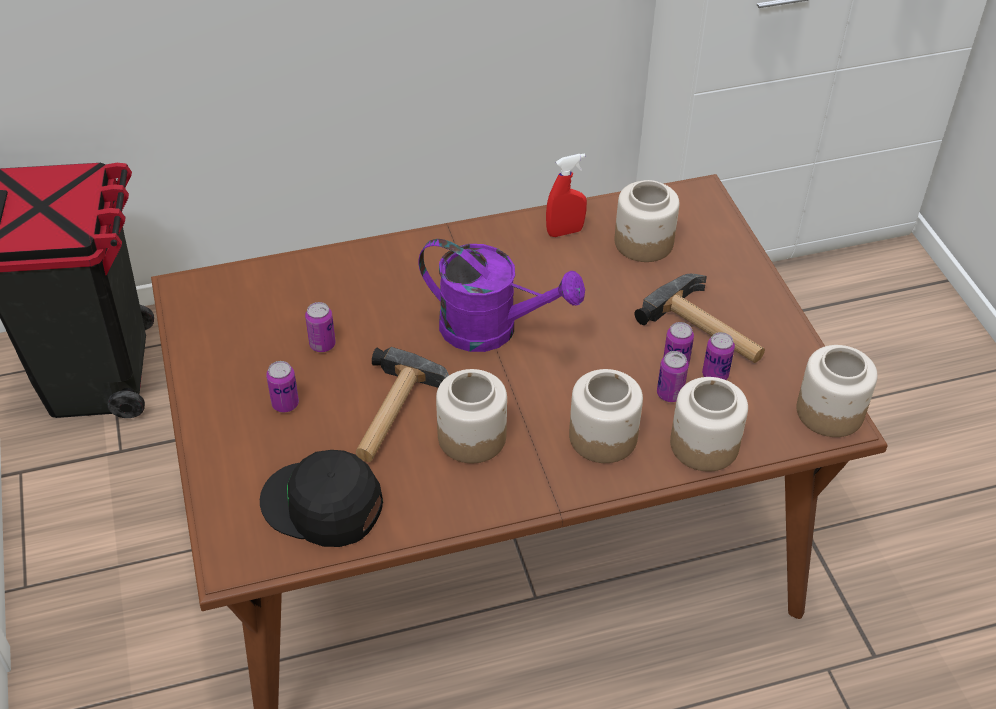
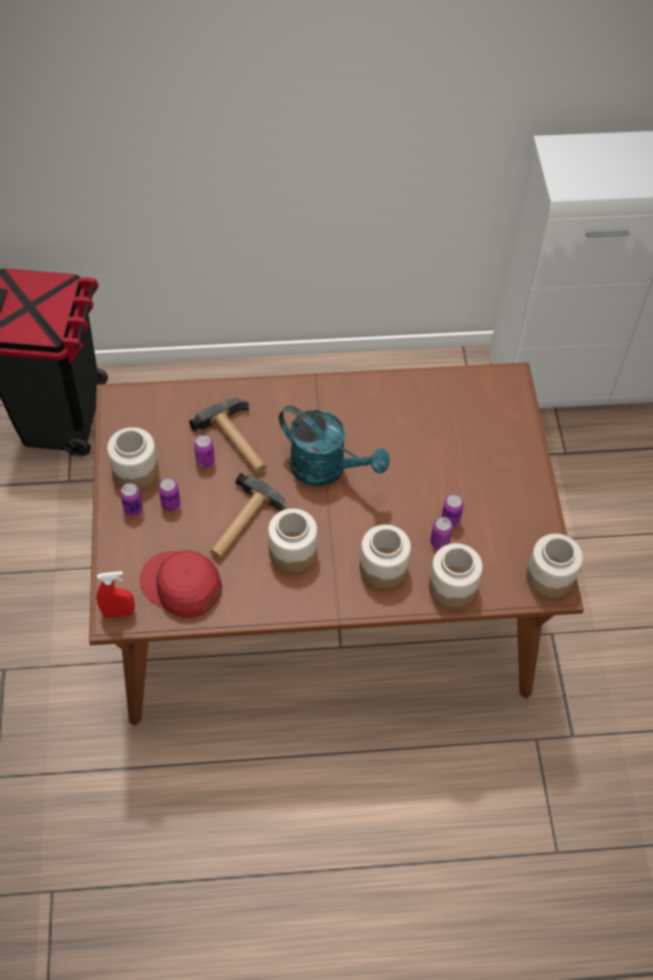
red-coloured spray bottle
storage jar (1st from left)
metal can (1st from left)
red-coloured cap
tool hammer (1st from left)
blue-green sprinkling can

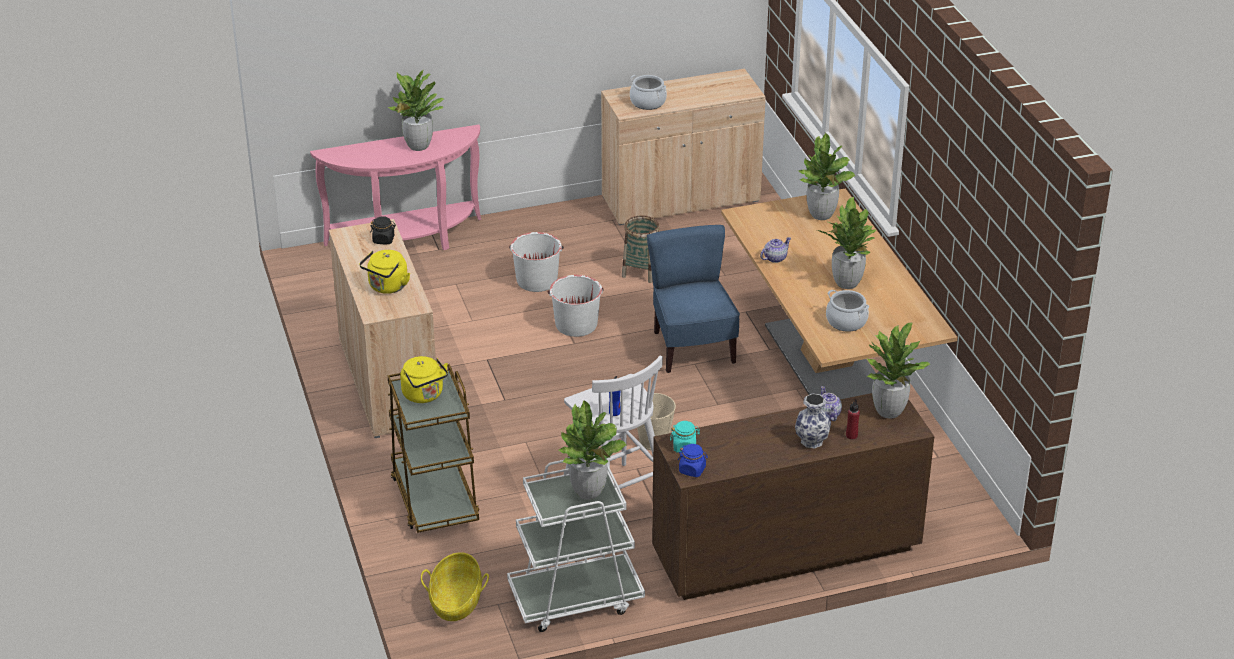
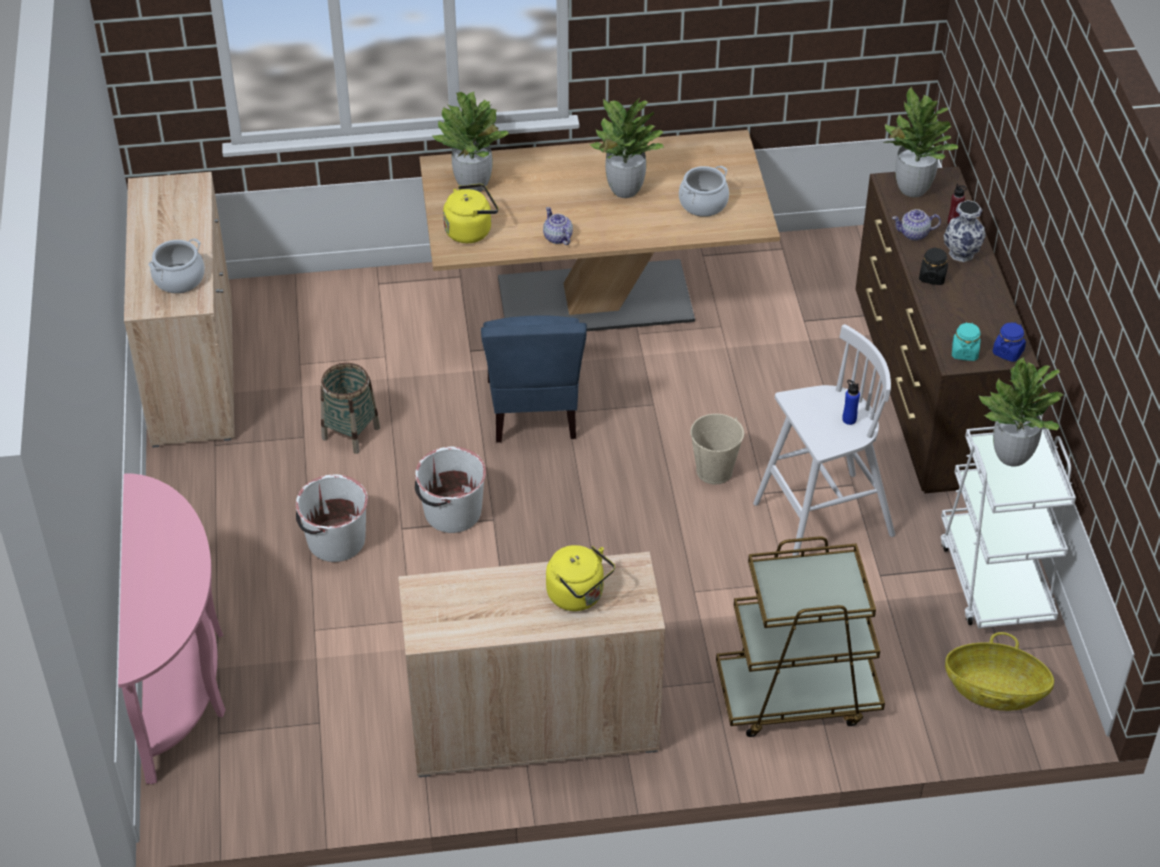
yellow tea kettle (1st from left)
blue plain chair
blackish storage jar
houseplant (1st from left in the first image)

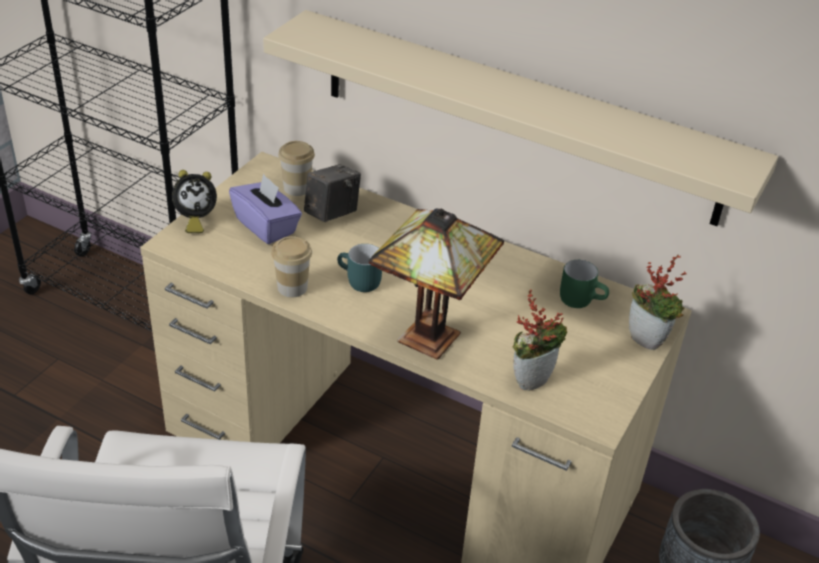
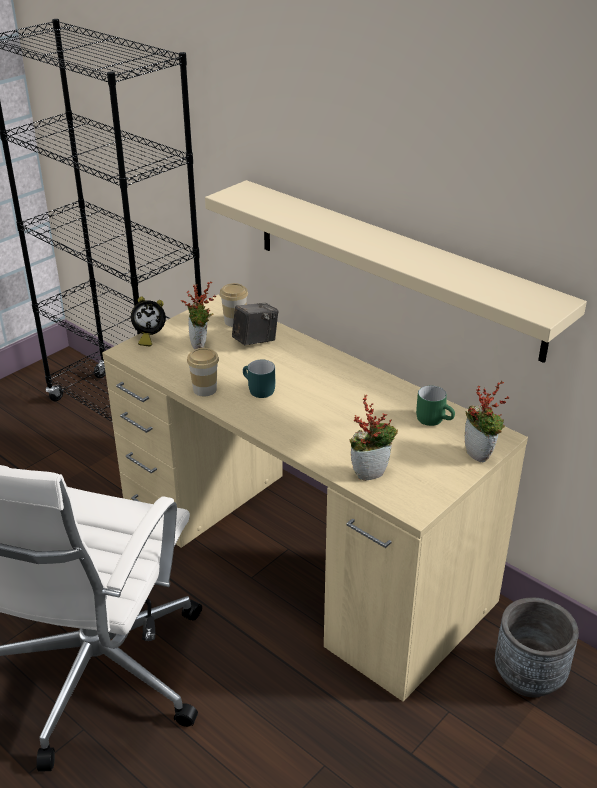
houseplant (1st from left)
table lamp

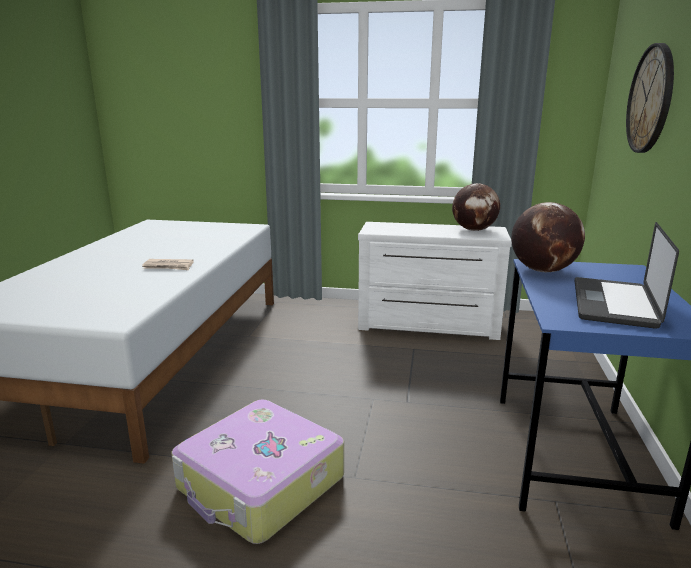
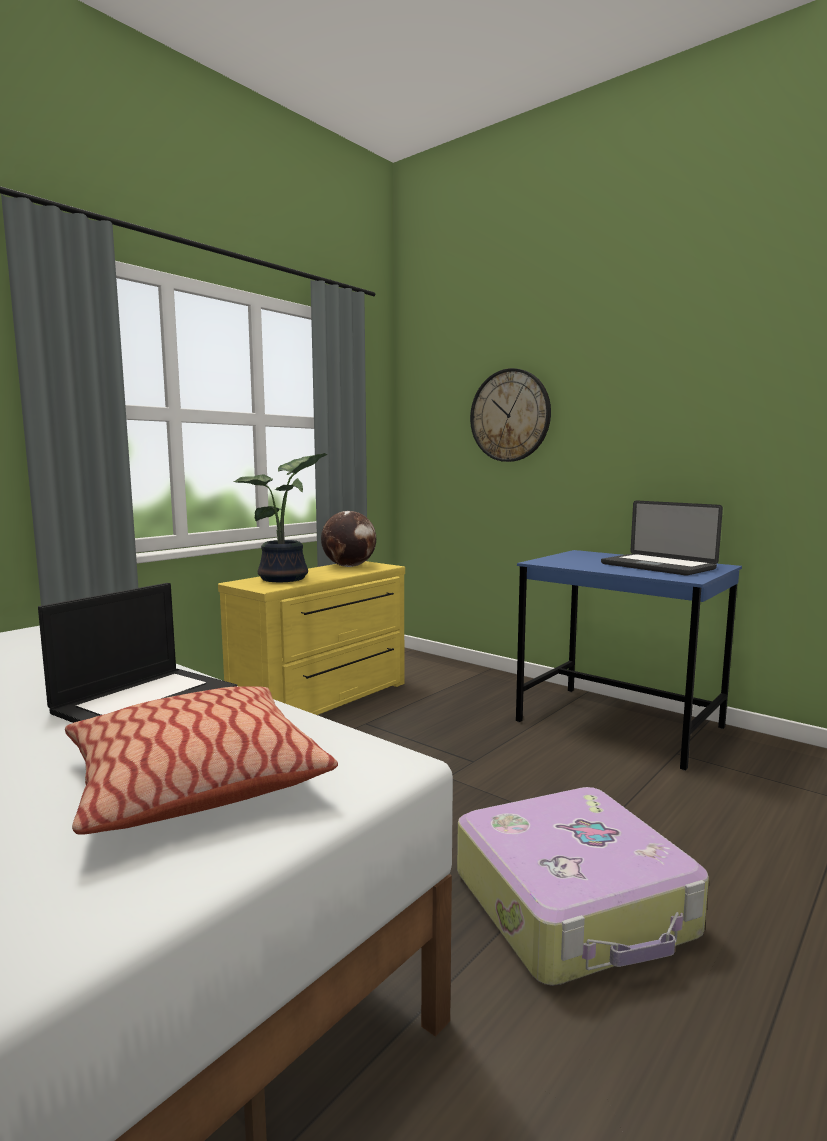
notebook computer (1st from left)
throw pillow
yellow dresser
houseplant
desk globe (2nd from left in the first image)

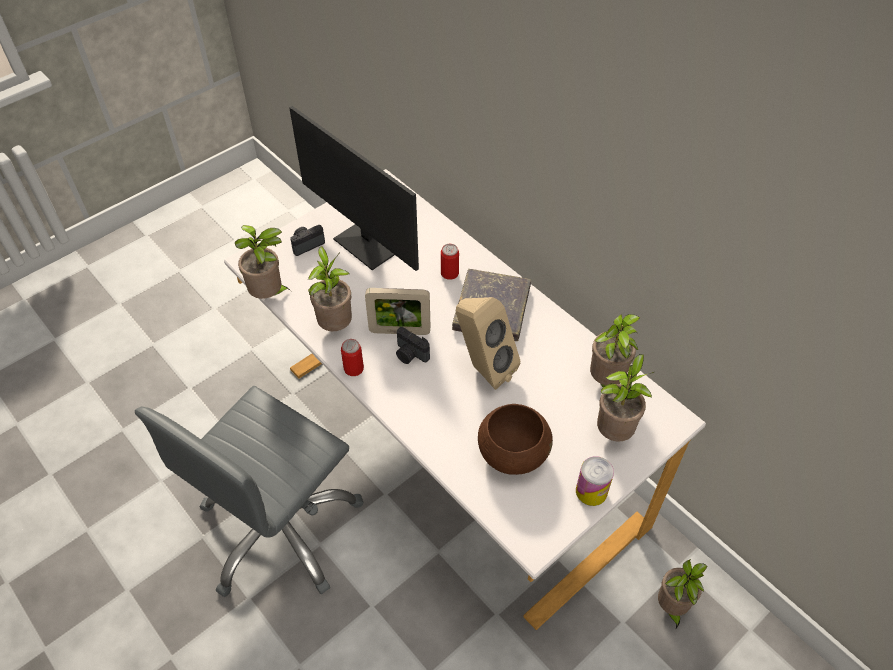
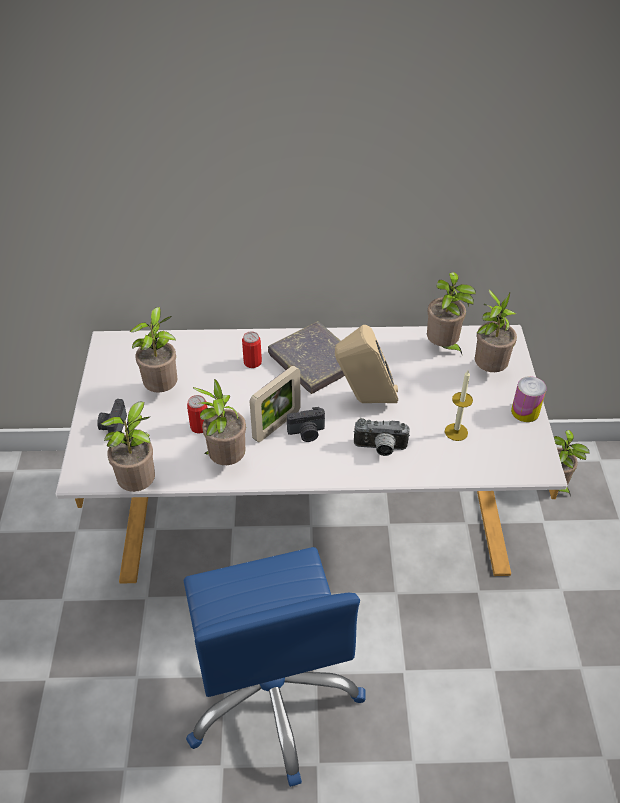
houseplant (2nd from left)
blue computer chair
metal can (1st from left)
photo camera (3rd from left)
candle

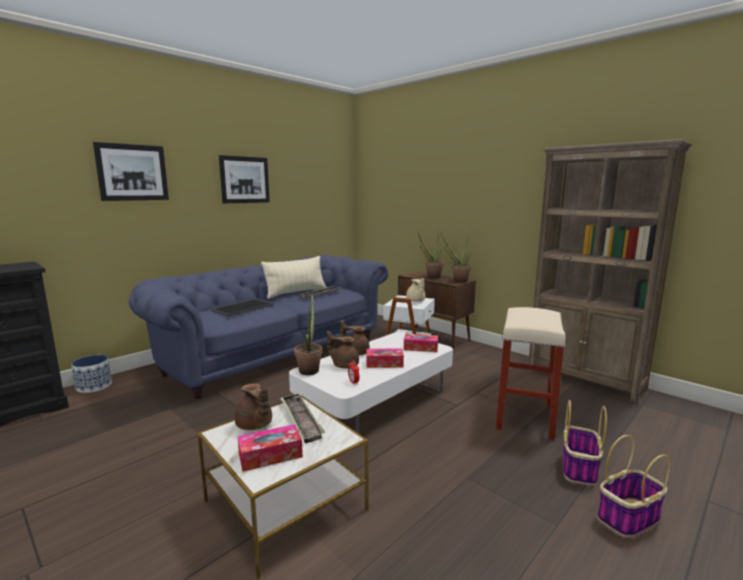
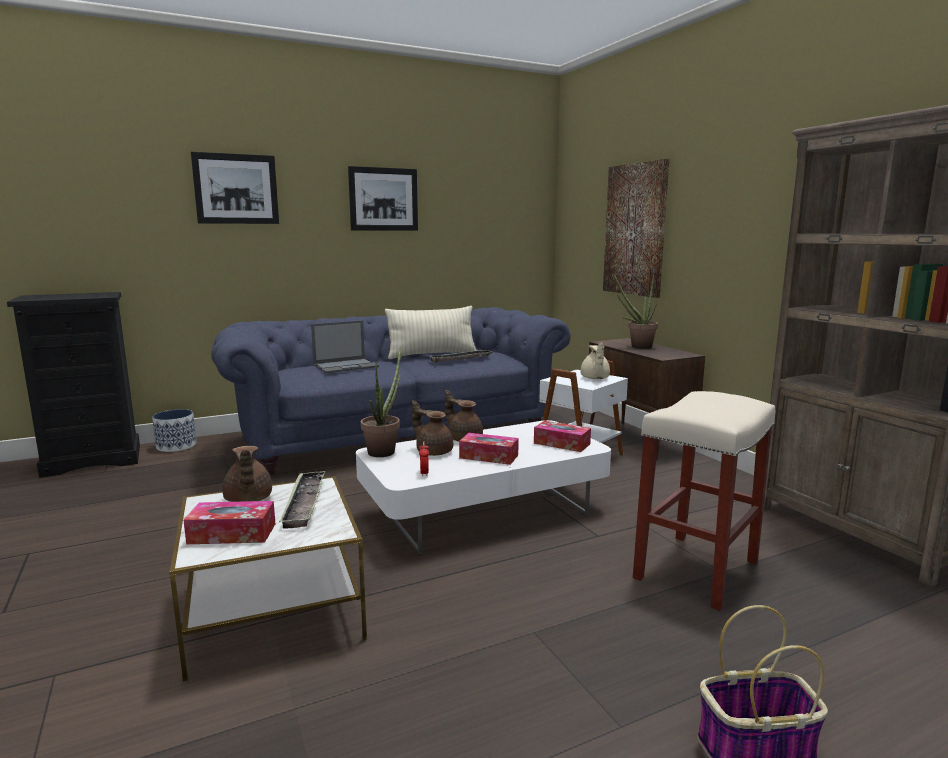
notebook computer
picture (3rd from left)
houseplant (3rd from left in the first image)
household basket (1st from left in the first image)

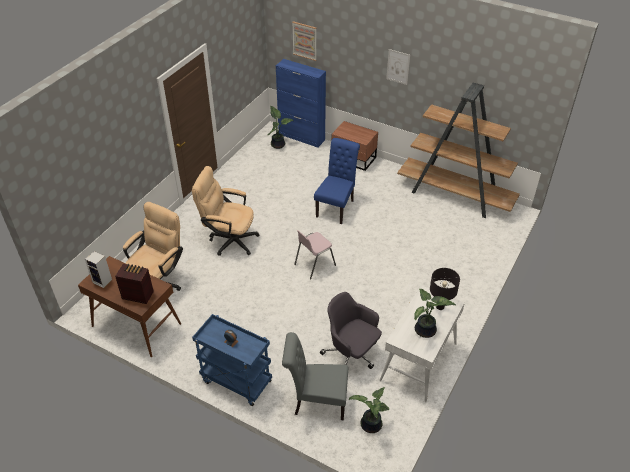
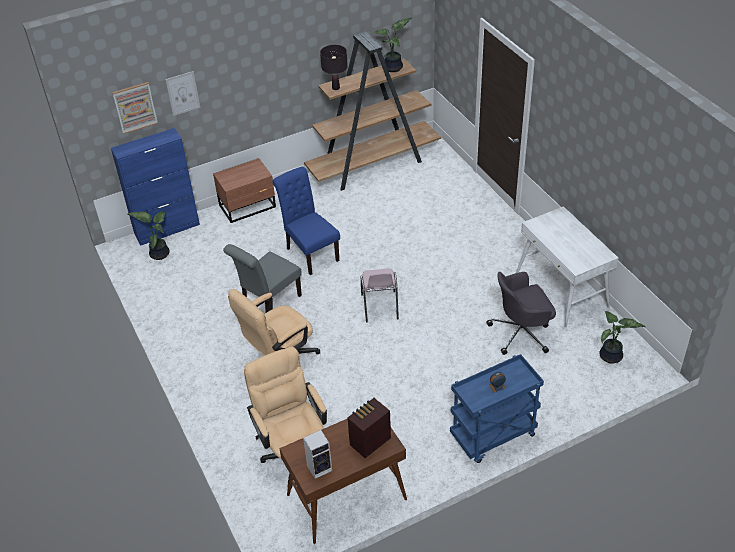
picture (2nd from left)
grey plain chair
blackish table lamp
houseplant (2nd from left)

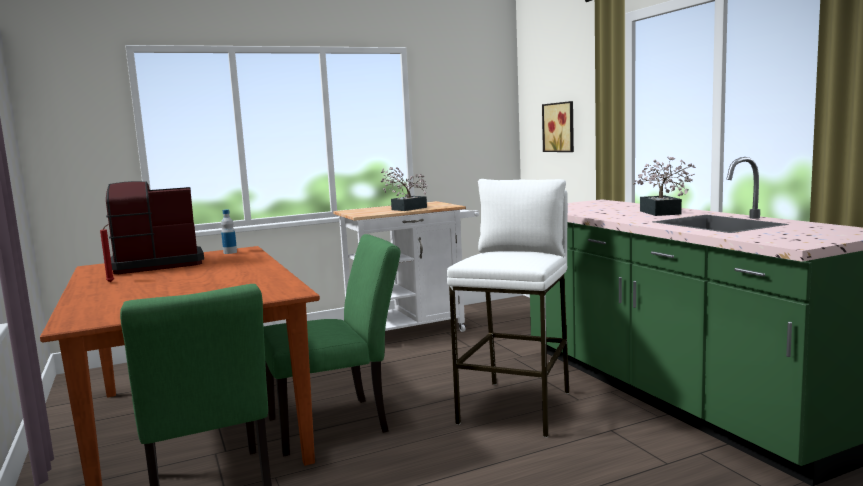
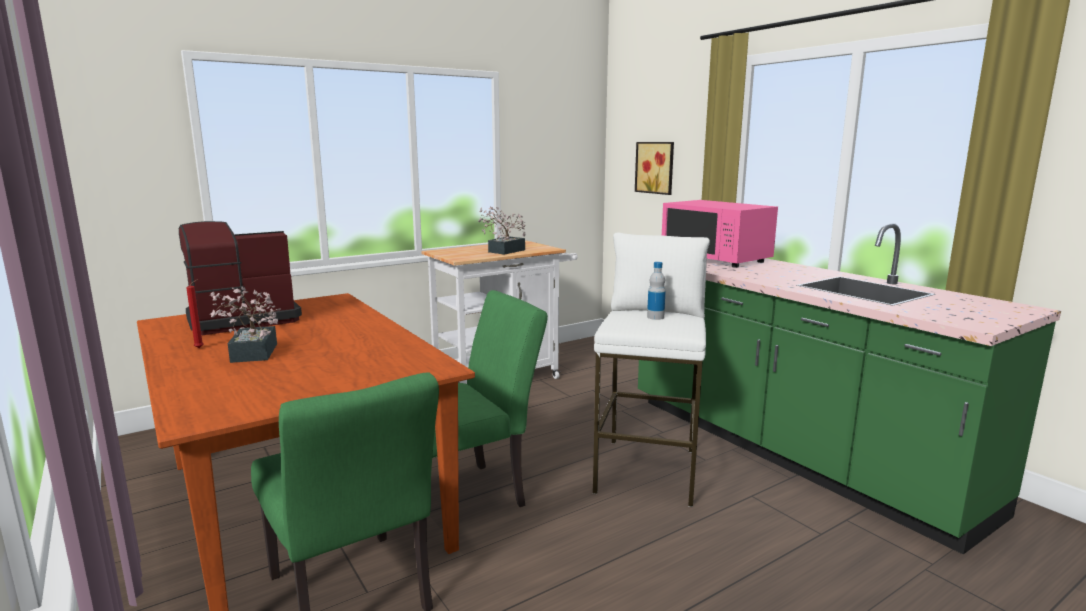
houseplant (1st from left)
drink bottle
pink-coloured microwave oven

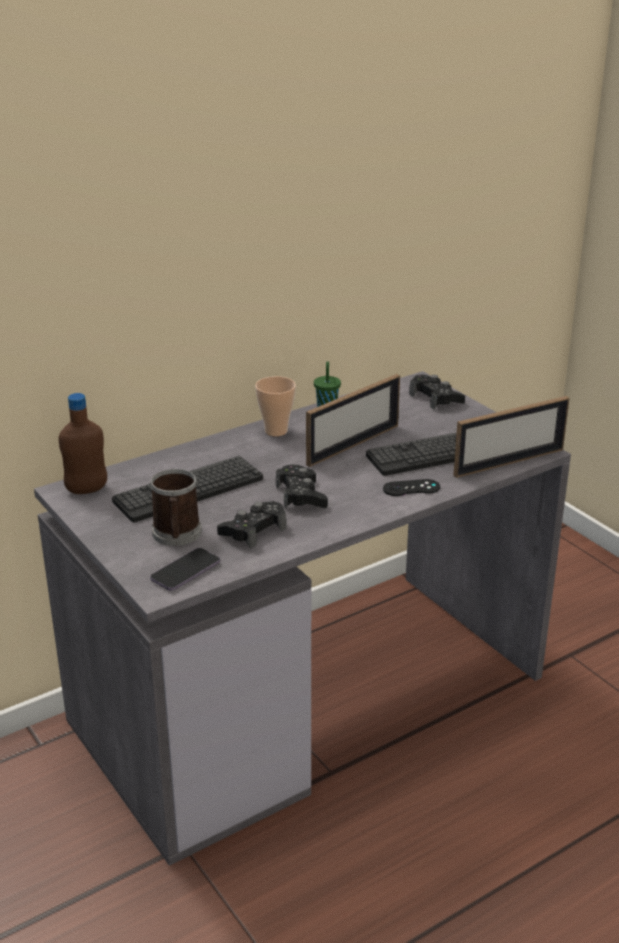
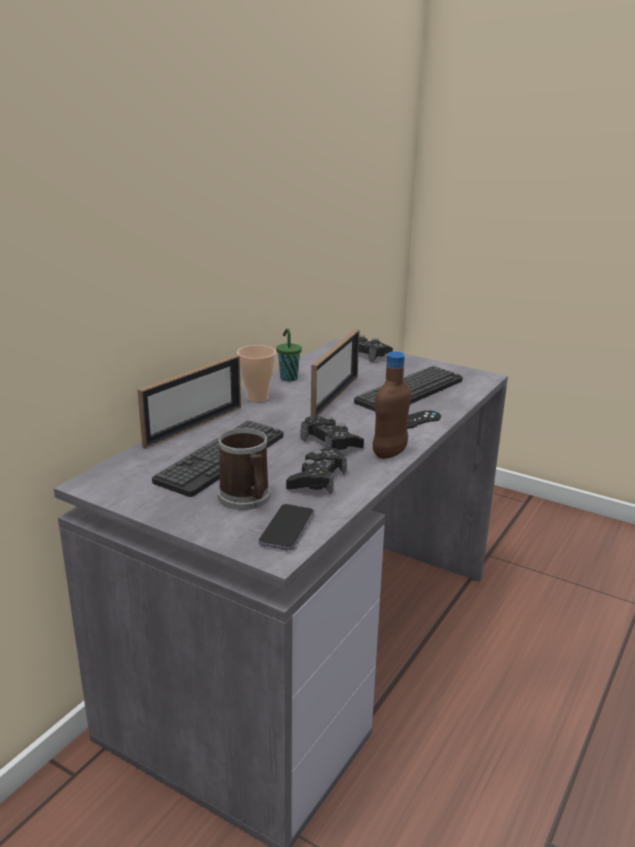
photo frame (1st from left)
brown-coloured drink bottle

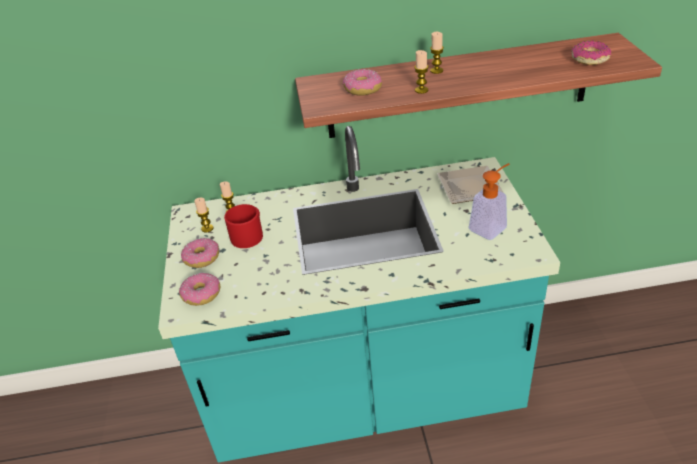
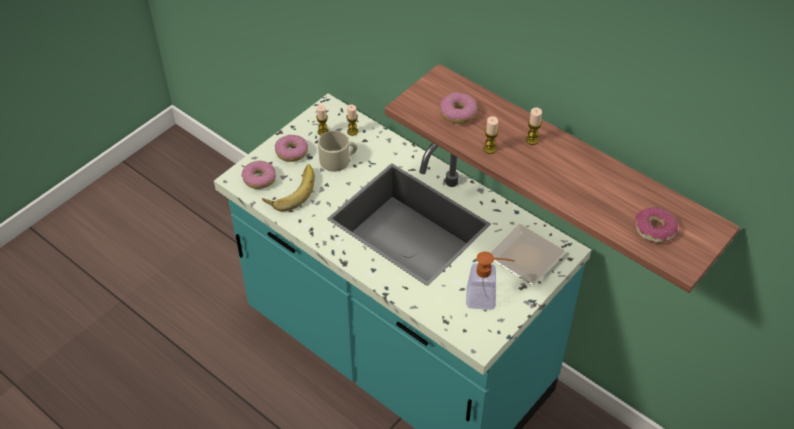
banana
sand-coloured mug

